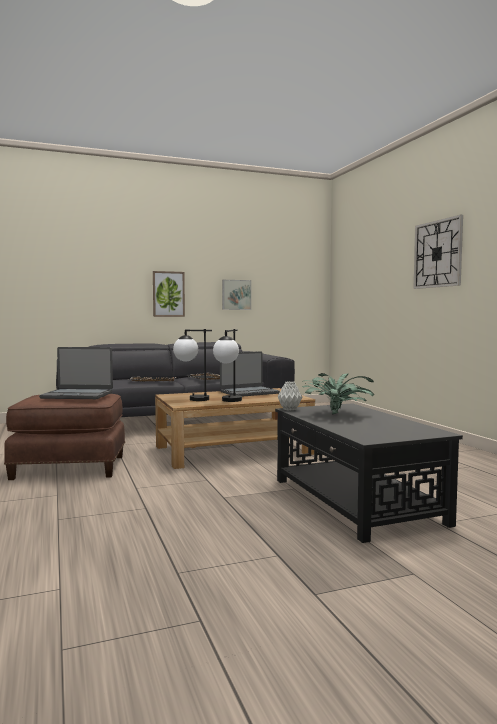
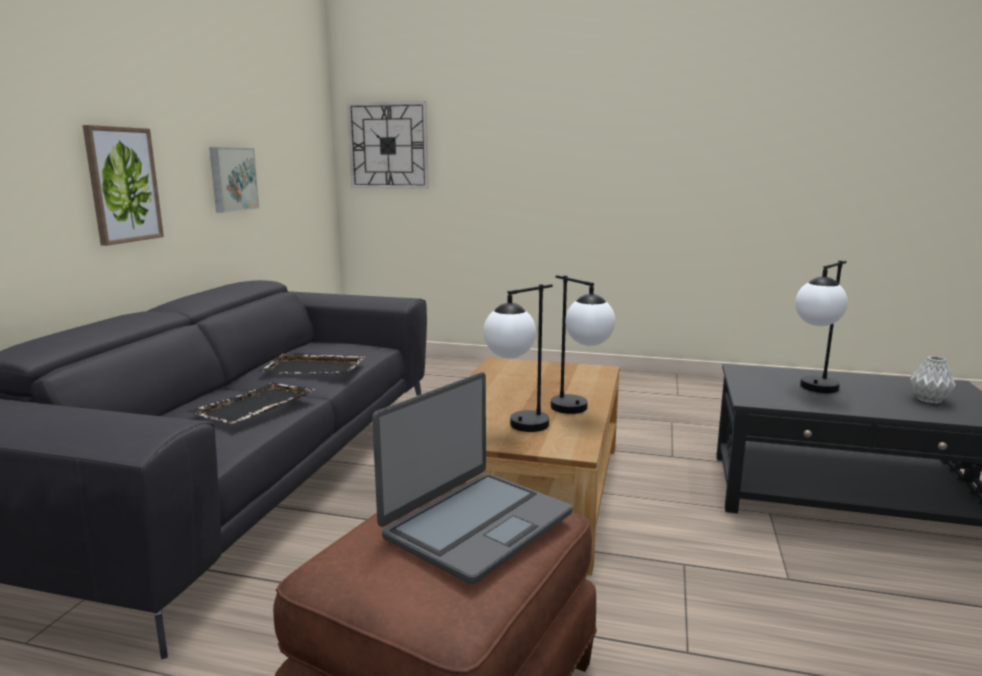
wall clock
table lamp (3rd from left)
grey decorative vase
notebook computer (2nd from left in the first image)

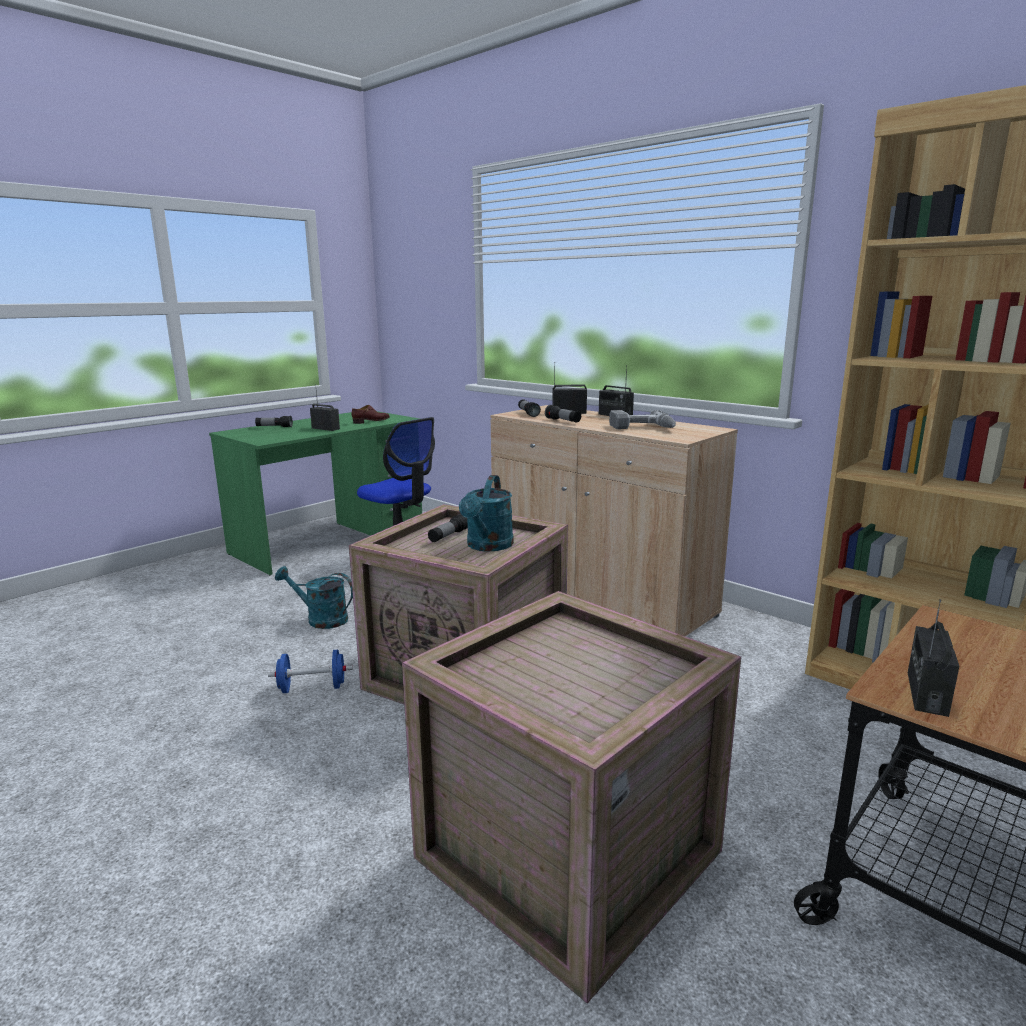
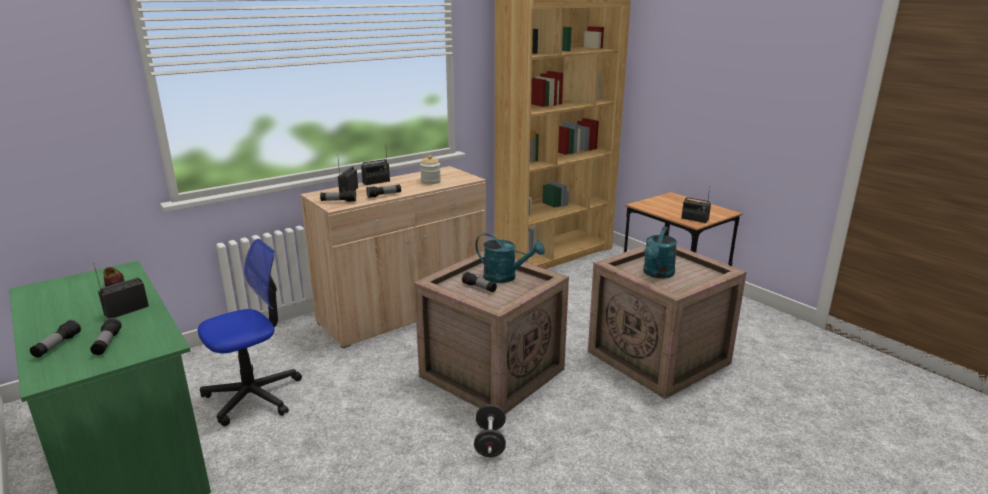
hand torch (2nd from left)
storage jar
blackish dumbbell
blue-green sprinkling can (2nd from left)

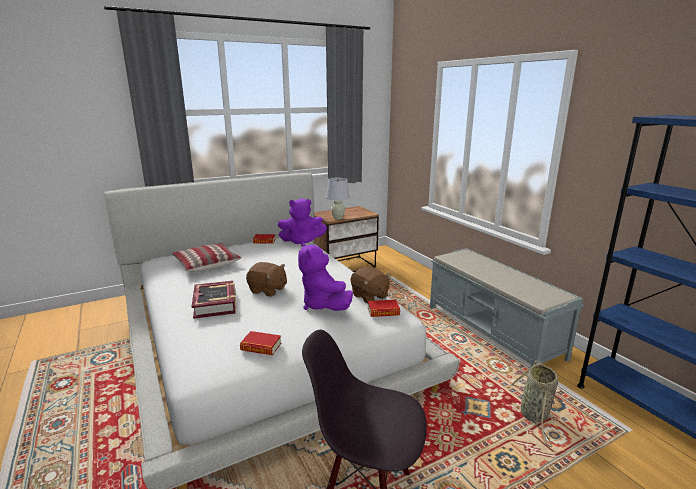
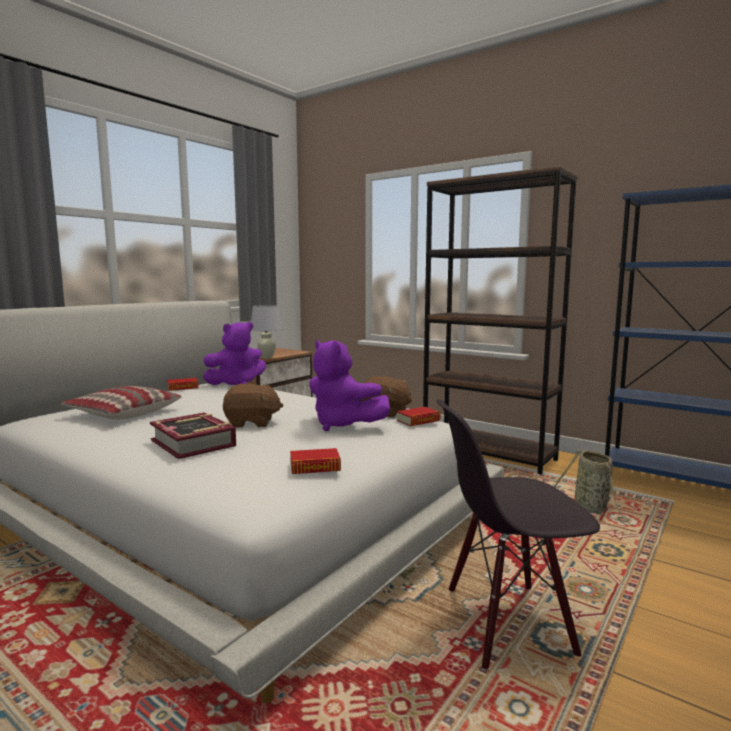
brown-coloured bookshelf

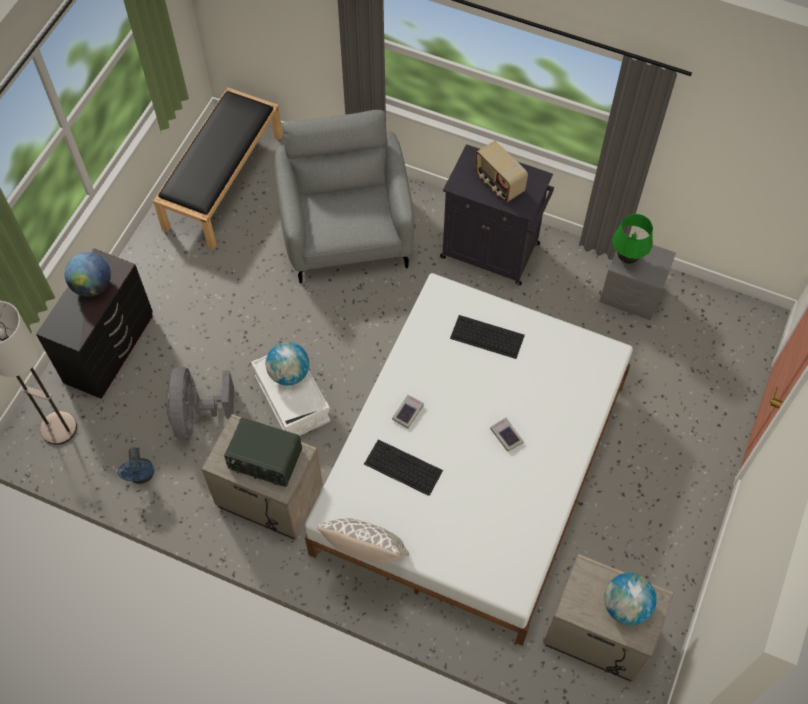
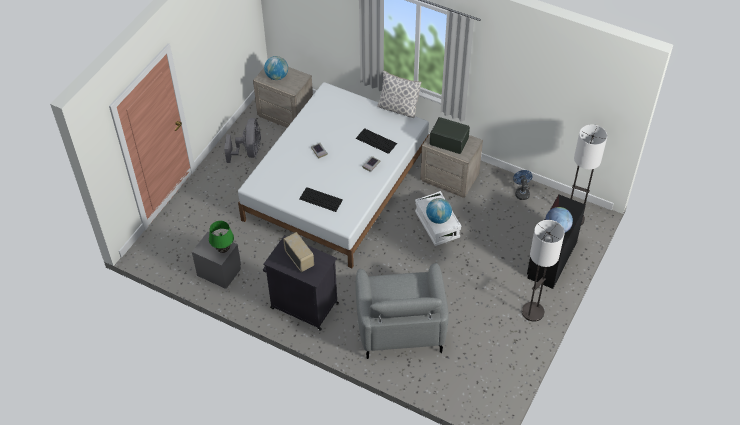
grey fan
floor lamp (1st from left)
blackish long seat

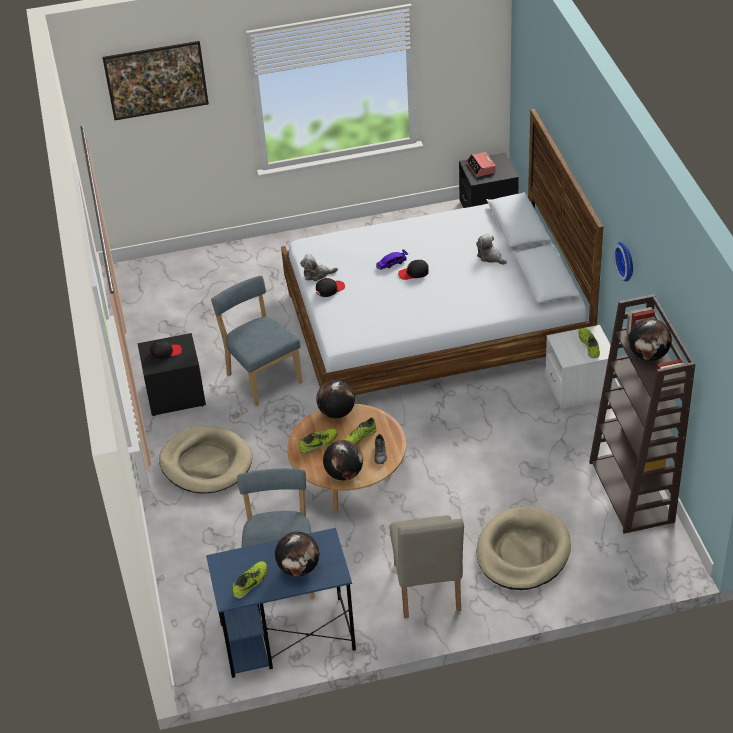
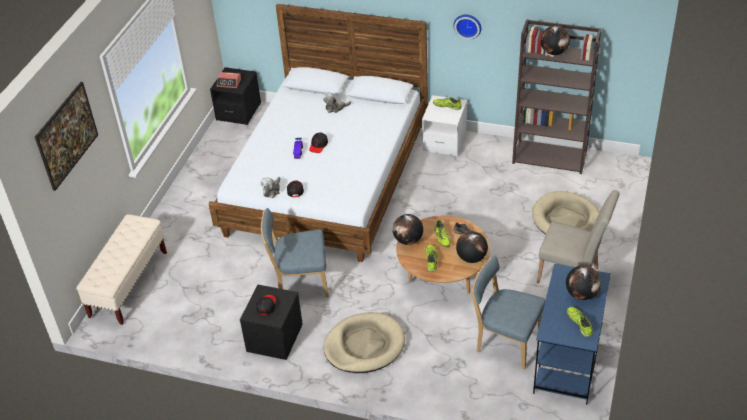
sand-coloured long seat

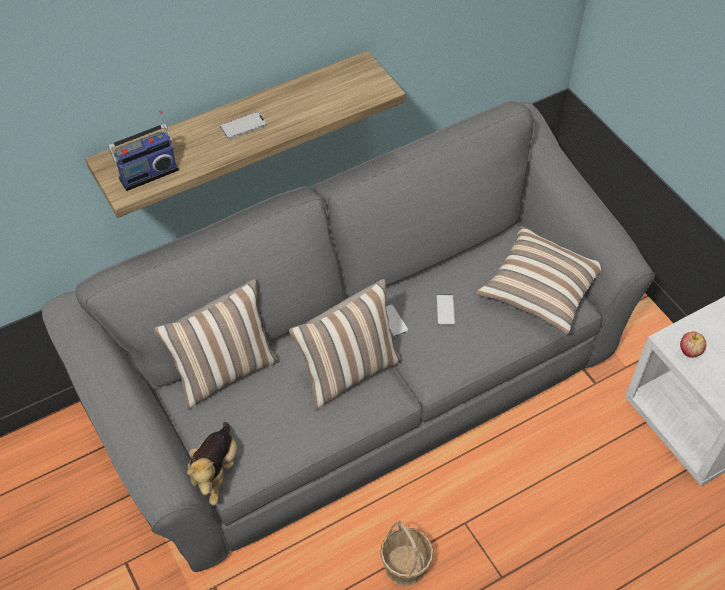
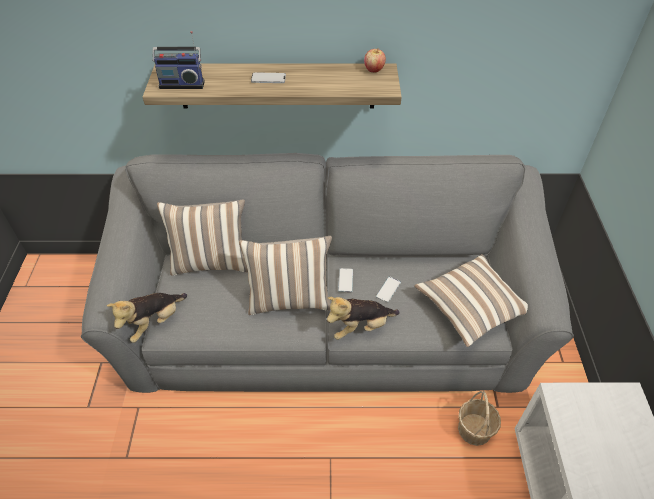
cuddly toy (2nd from left)
apple
household basket

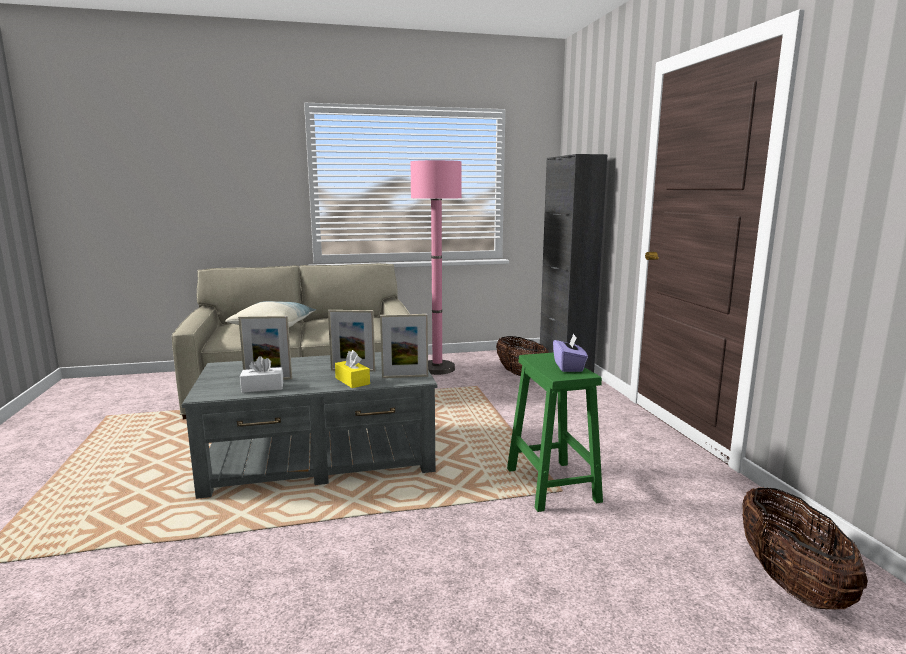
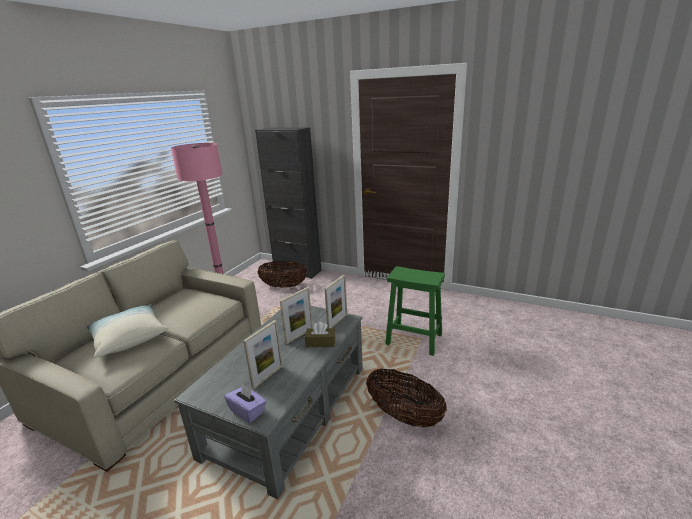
purplish tissue box
brown-coloured tissue box
household basket (2nd from left)
white-coloured tissue box

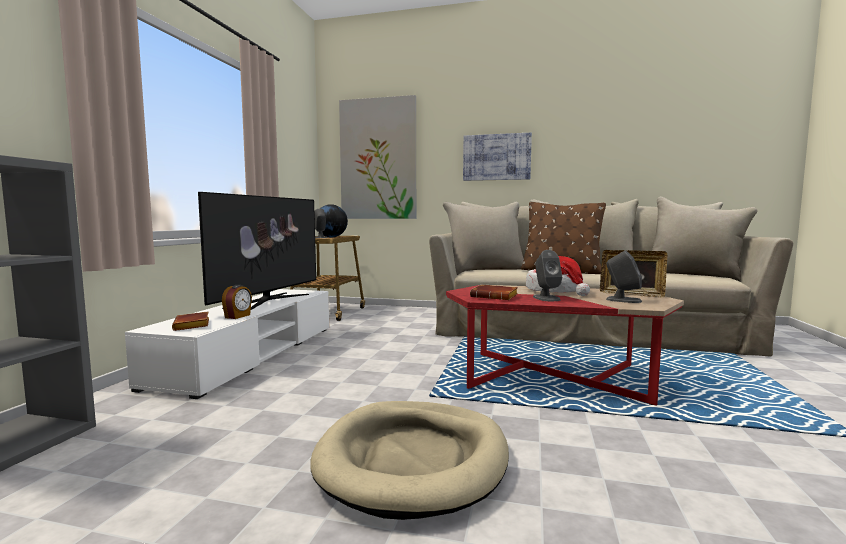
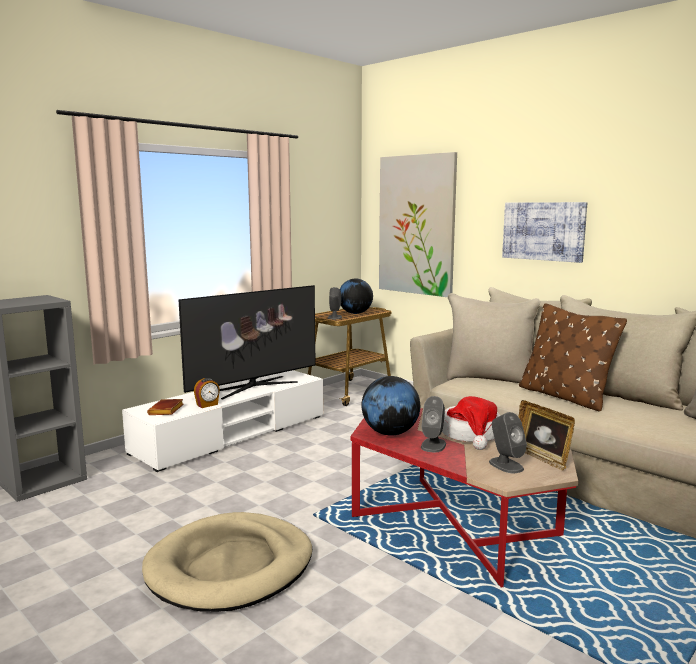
desk globe (2nd from left)

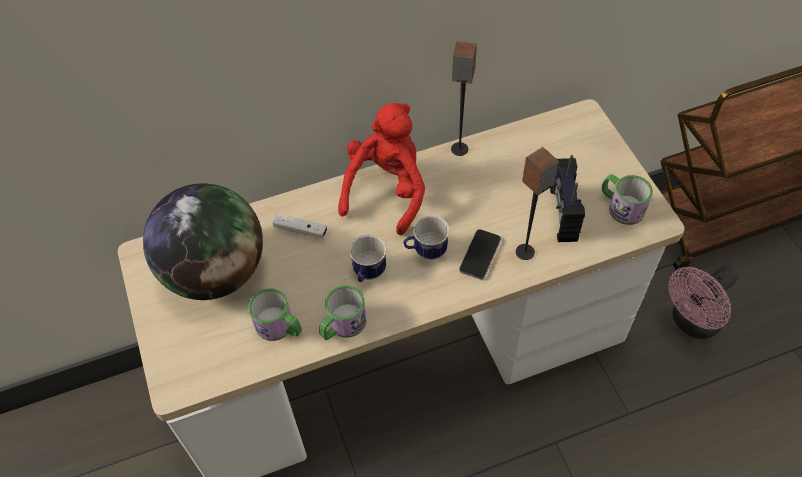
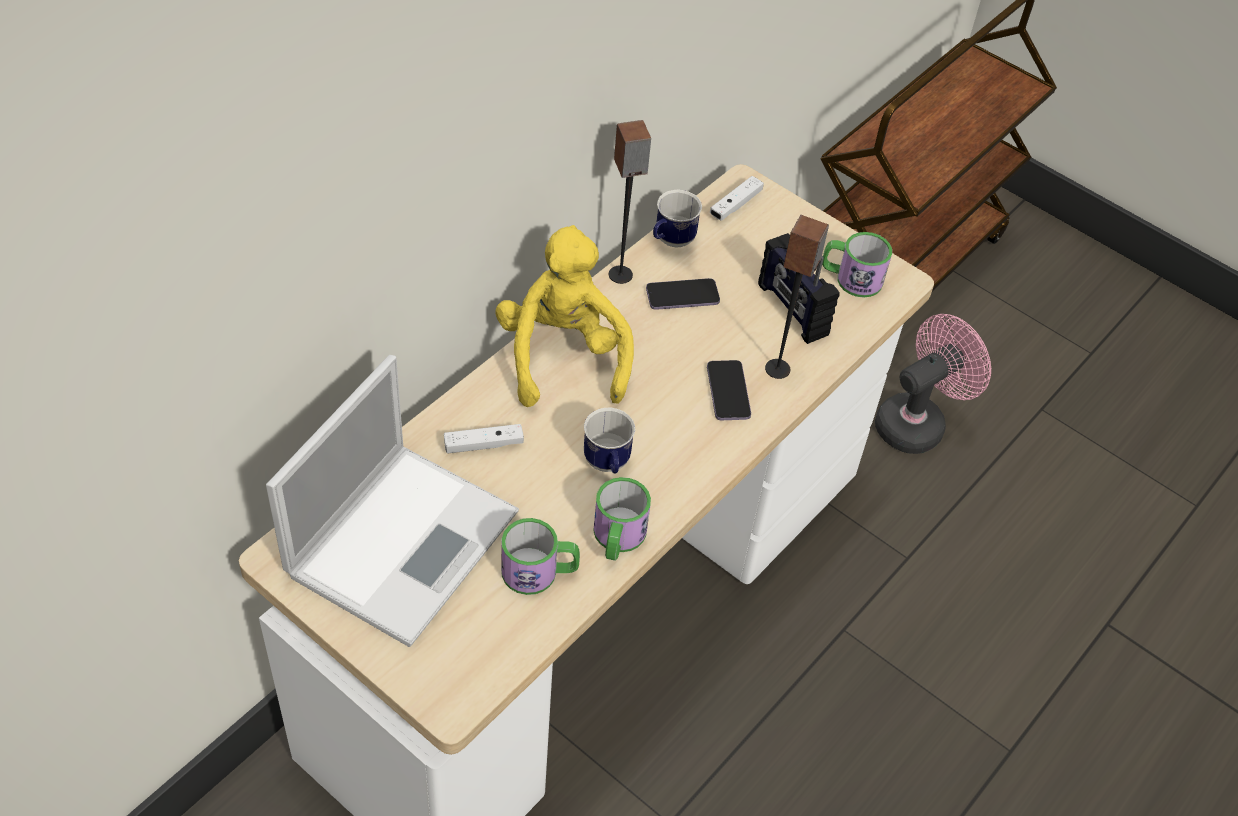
notebook computer
yellow cuddly toy
handset (1st from left)
mug (4th from left)
white-coloured joypad (2nd from left)
pink-coloured fan

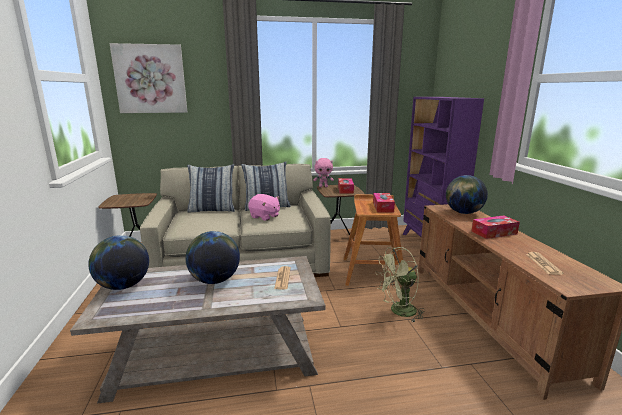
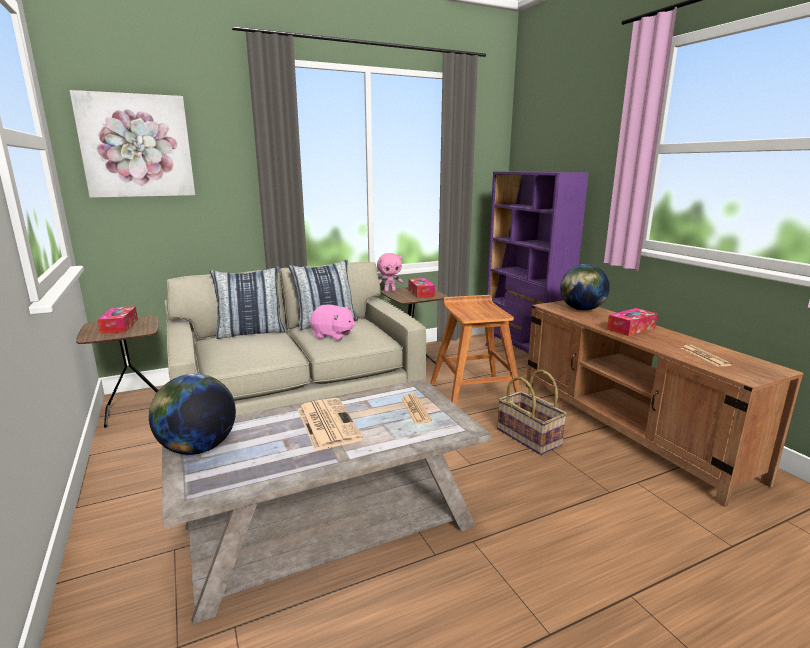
tissue box (1st from left)
daily paper (1st from left)
household basket

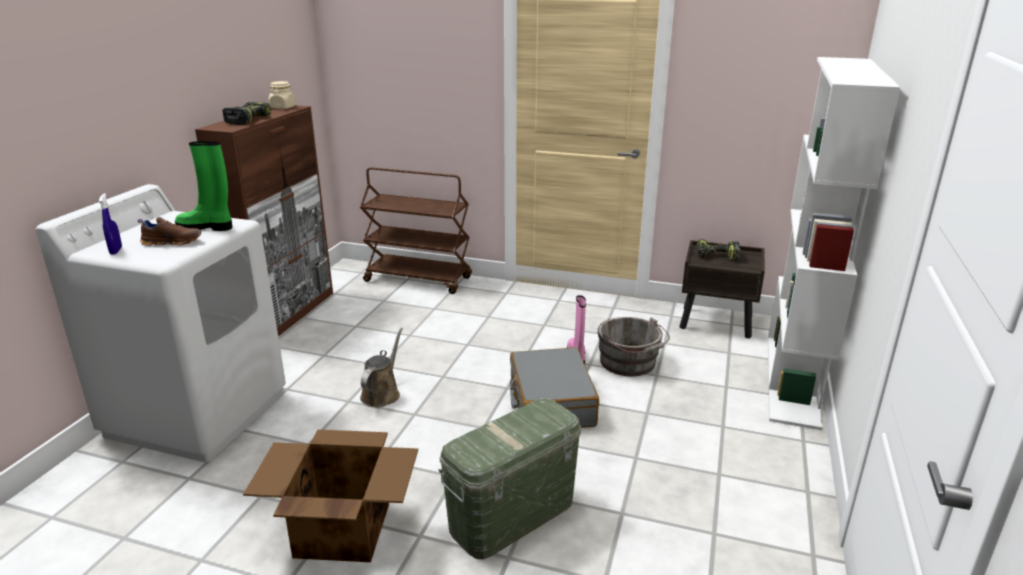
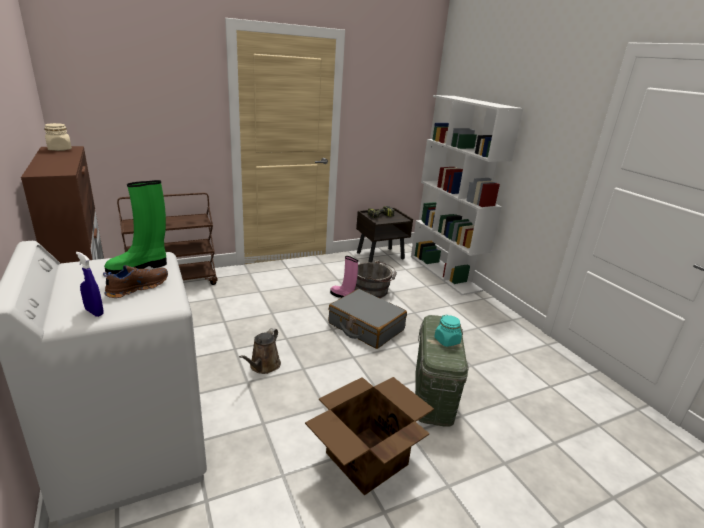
brown-coloured sprinkling can
blue-green storage jar
drill (1st from left in the first image)

